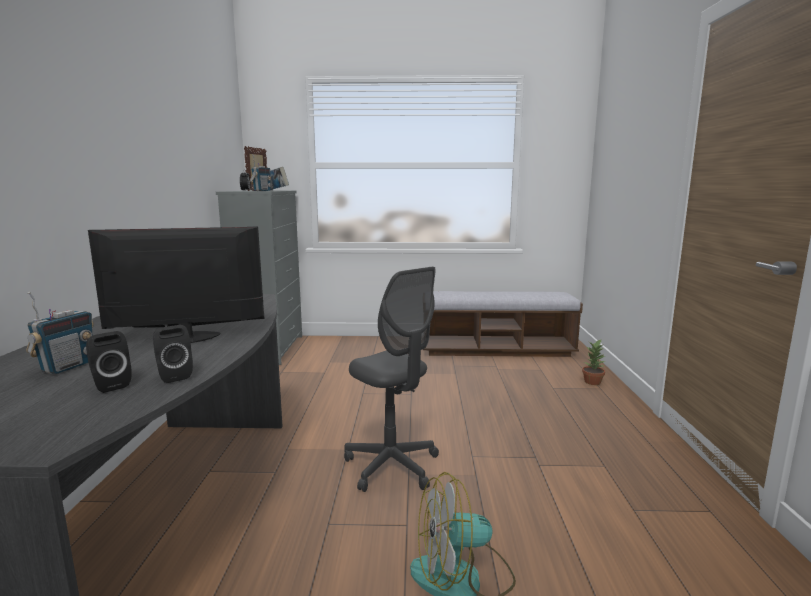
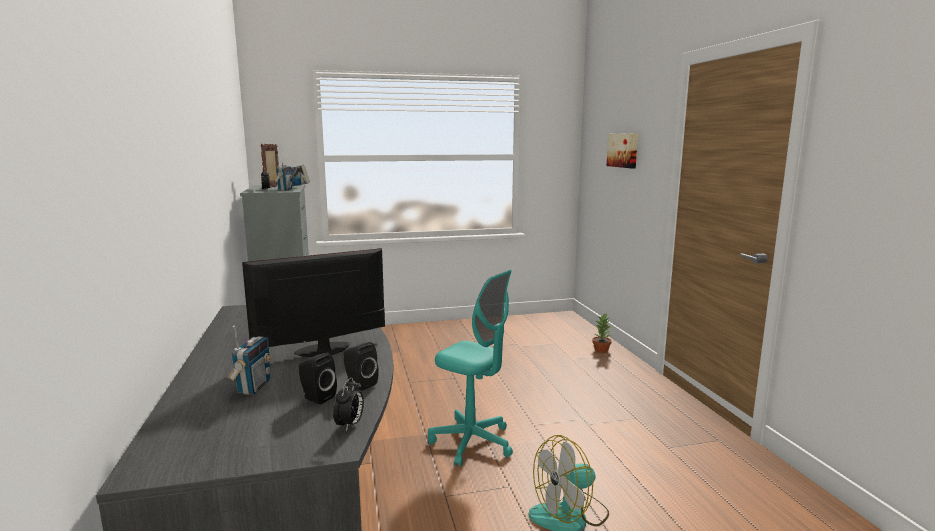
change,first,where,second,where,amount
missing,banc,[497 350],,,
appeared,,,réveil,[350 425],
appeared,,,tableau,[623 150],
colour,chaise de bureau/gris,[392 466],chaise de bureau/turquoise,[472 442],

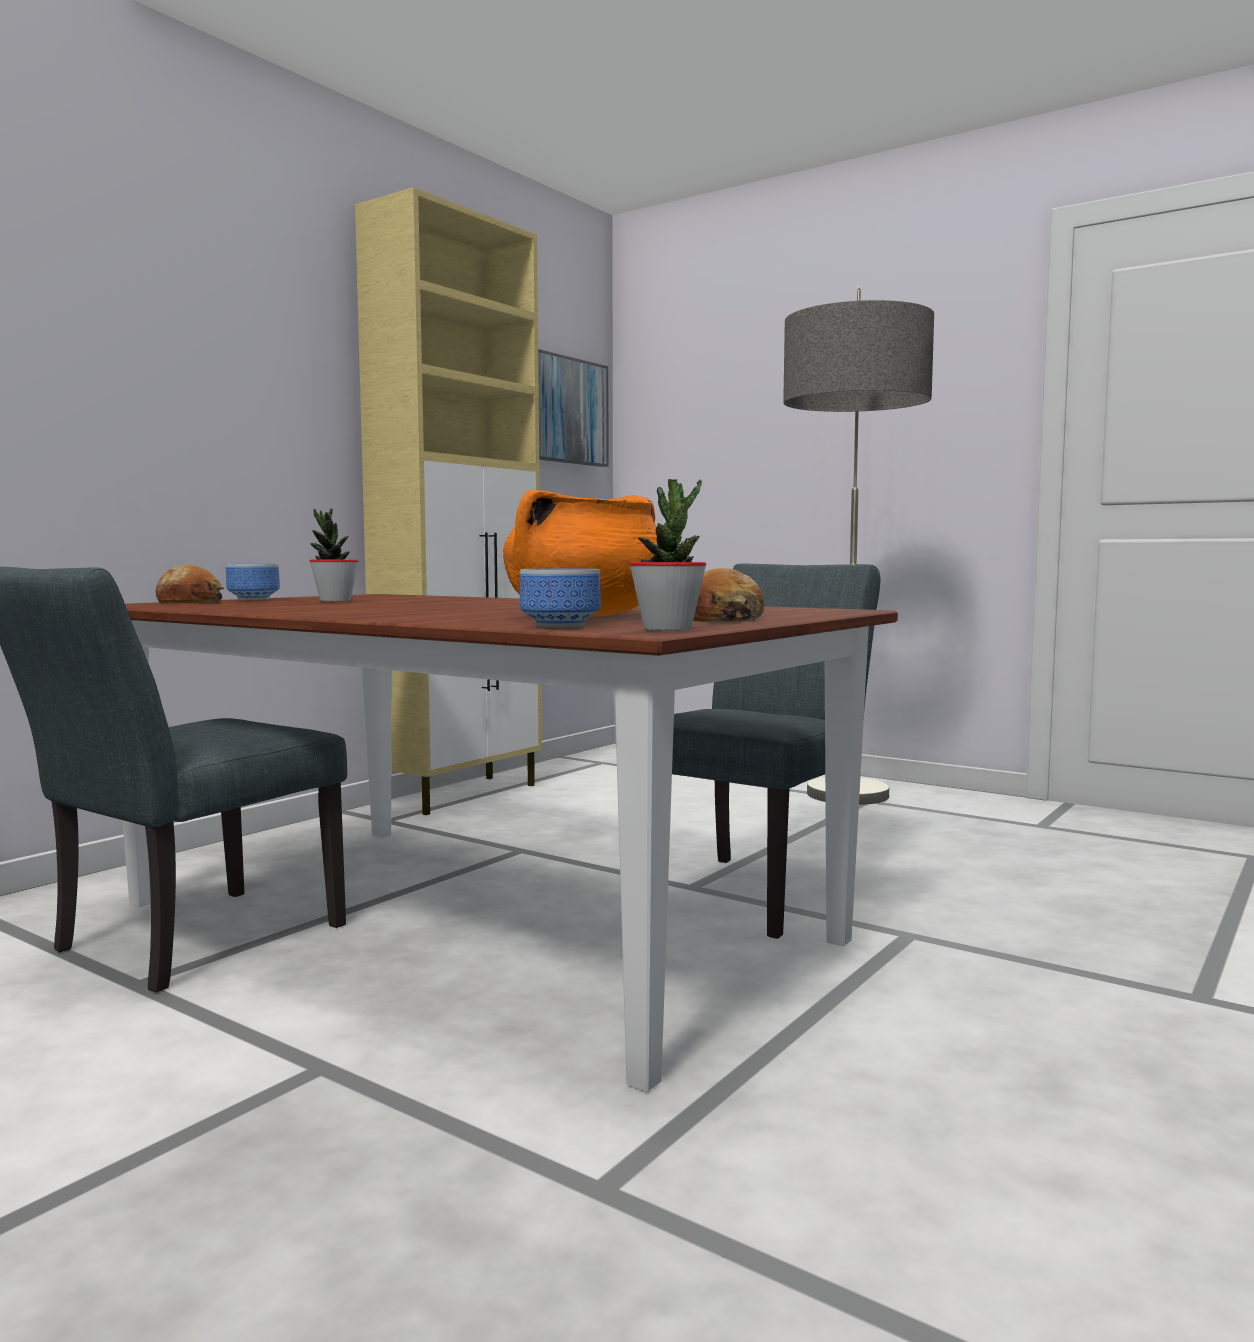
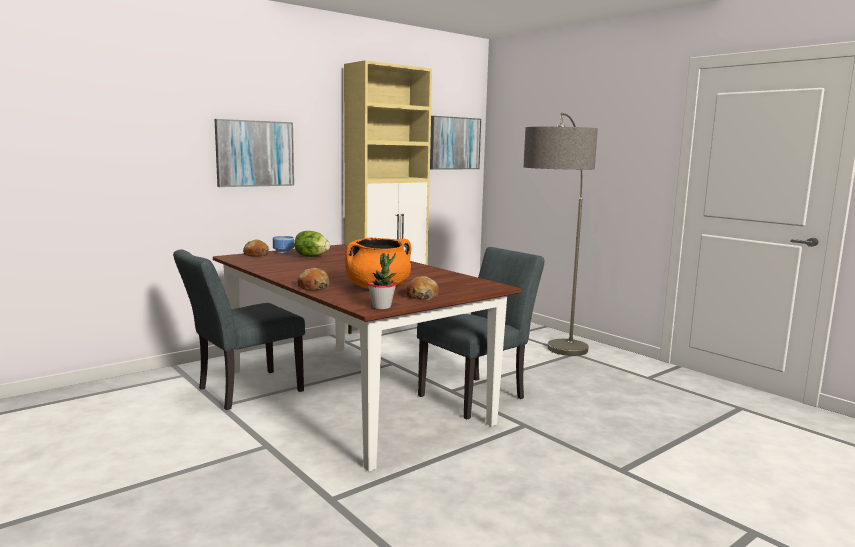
change,first,where,second,where,amount
missing,bol,[557 626],,,
appeared,,,tableau,[255 153],
appeared,,,pain,[313 287],
exchanged,plante en pot,[335 601],laitue,[311 257],

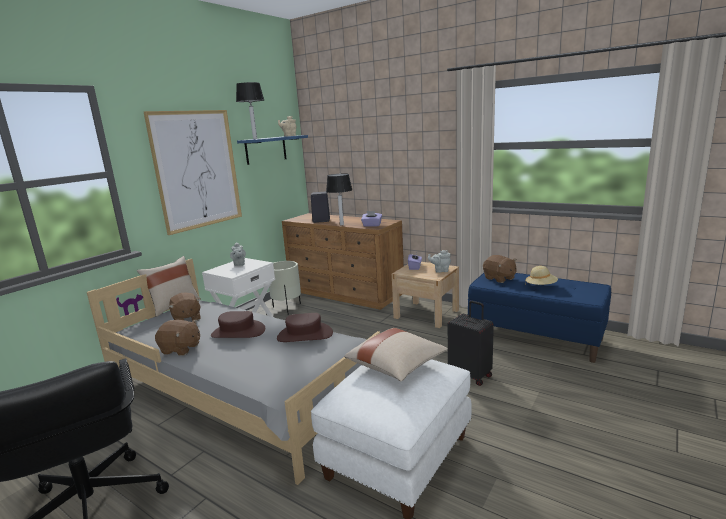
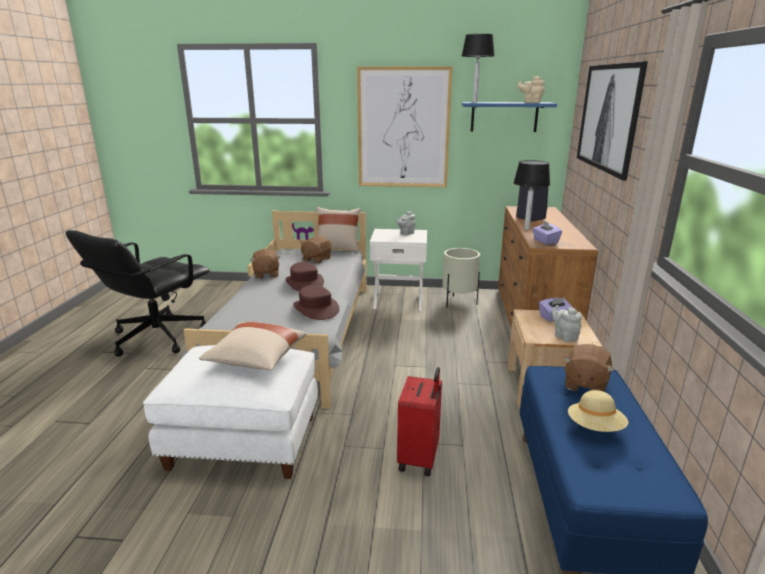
change,first,where,second,where,amount
appeared,,,tableau,[610 117],
colour,valise/noir,[471 375],valise/rouge,[420 458],

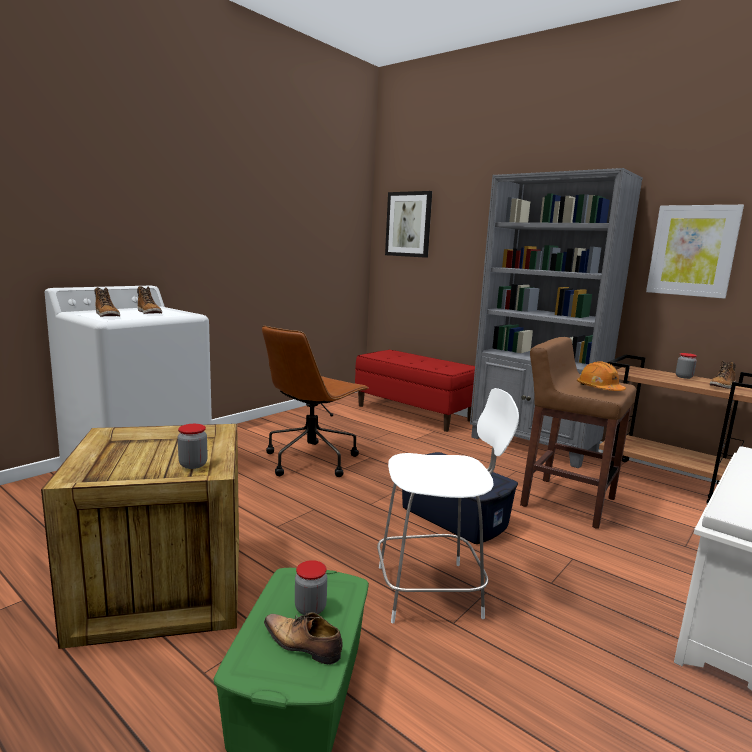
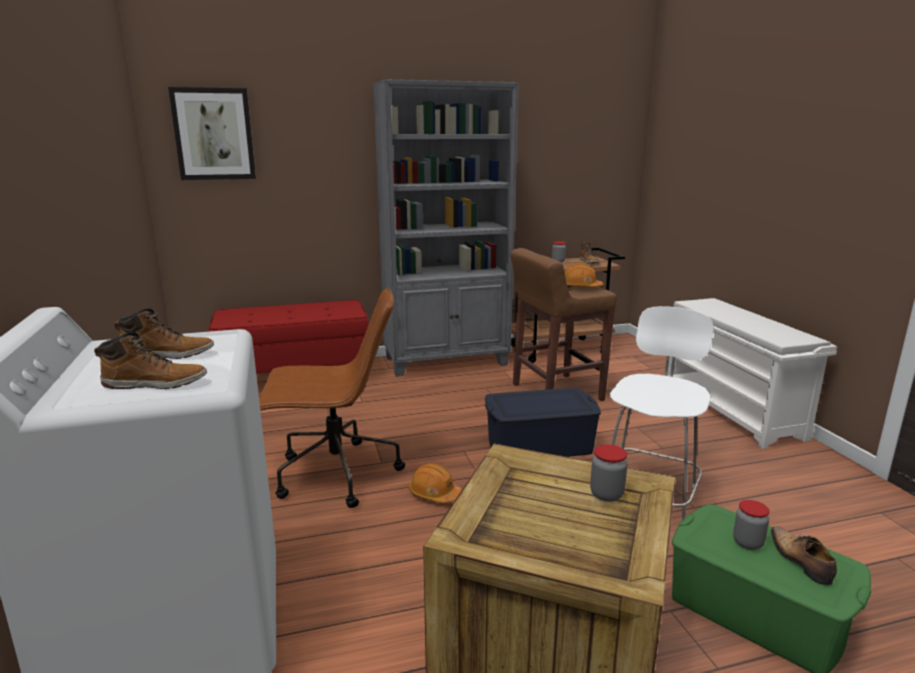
change,first,where,second,where,amount
missing,tableau,[692 251],,,
appeared,,,casque de chantier/orange,[434 494],
spun,chaise de bureau/marron,[312 459],,[335 474],75 degrees counterclockwise
spun,chaussure,[302 645],,[800 561],105 degrees clockwise

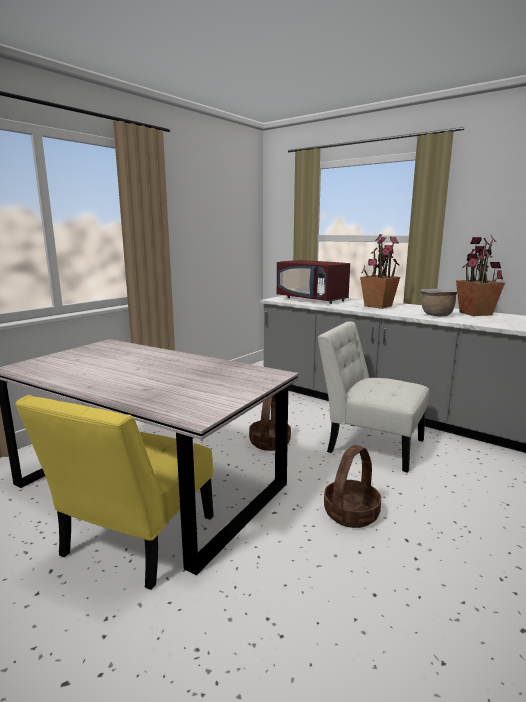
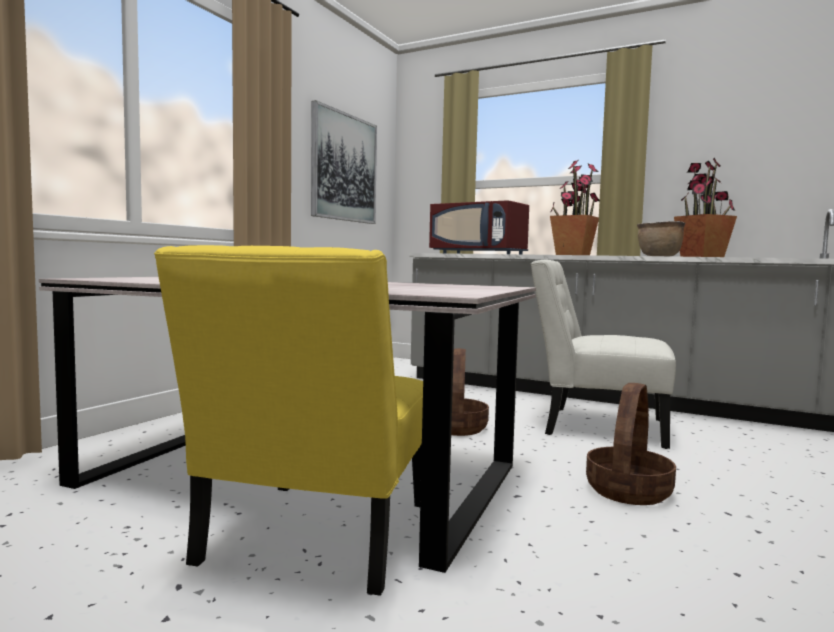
change,first,where,second,where,amount
appeared,,,tableau,[344 167],

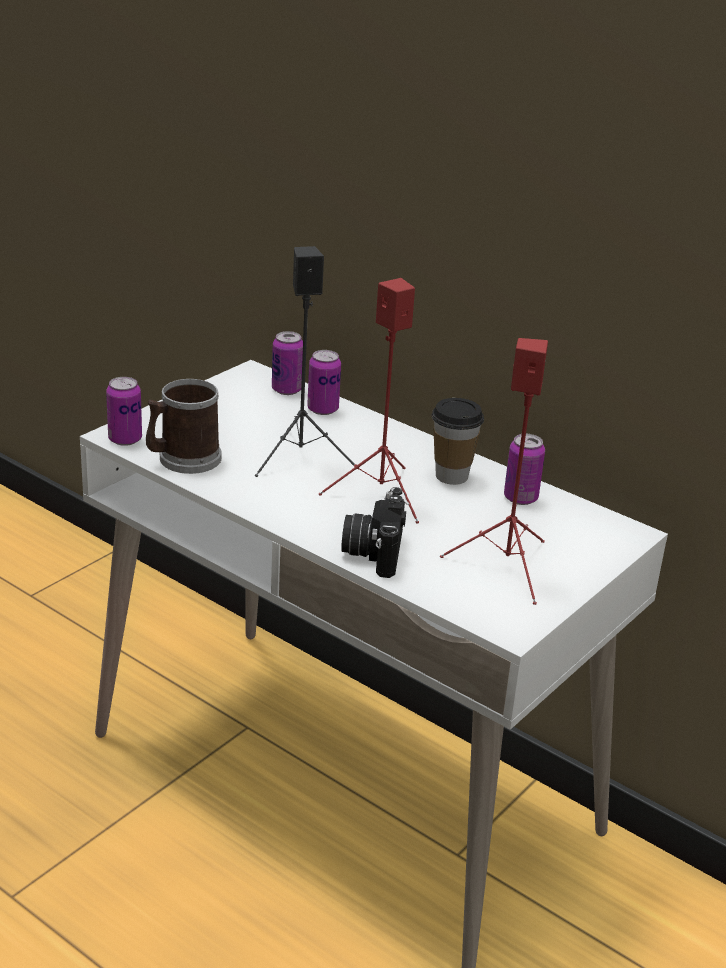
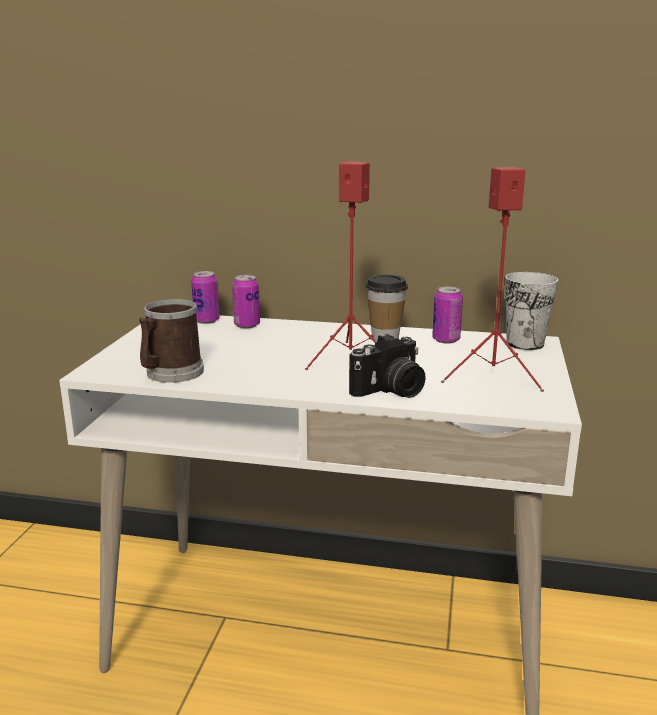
change,first,where,second,where,amount
missing,boîte métallique,[125 439],,,
missing,enceinte/noir,[302 457],,,
appeared,,,tasse,[525 343],
spun,appareil photo,[373 551],,[391 391],105 degrees counterclockwise

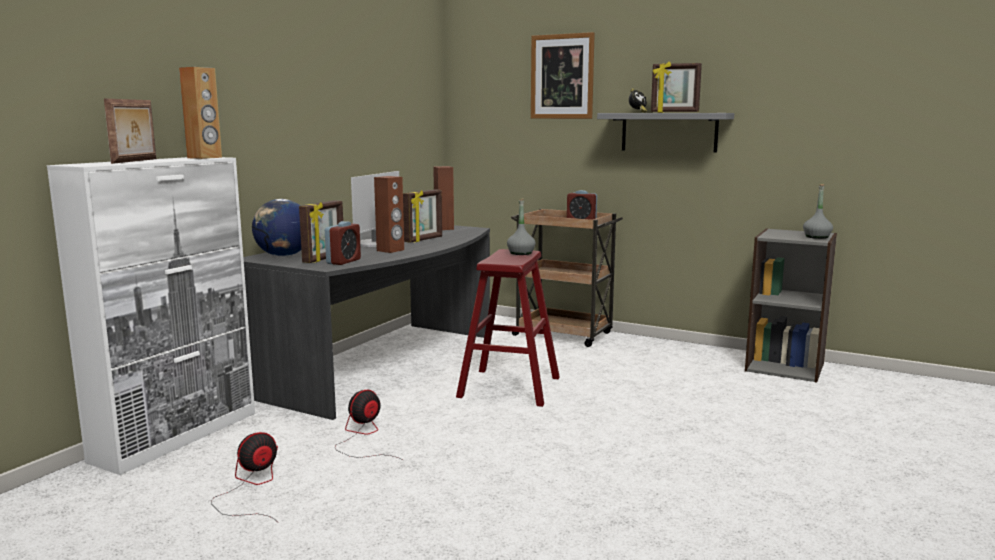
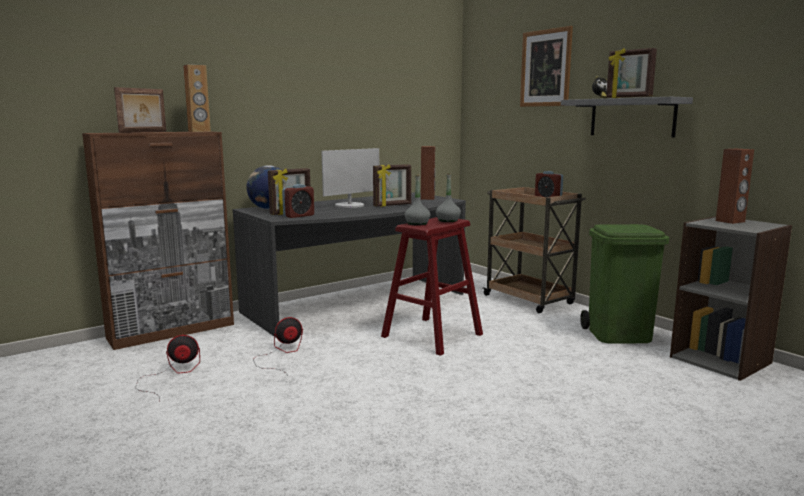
change,first,where,second,where,amount
appeared,,,poubelle/vert,[619 335],
relocated,enceinte/marron,[390 250],,[730 221],
relocated,bouteille/gris,[817 237],,[417 223],
colour,meuble de rangement/blanc,[177 436],meuble de rangement/marron,[172 331],

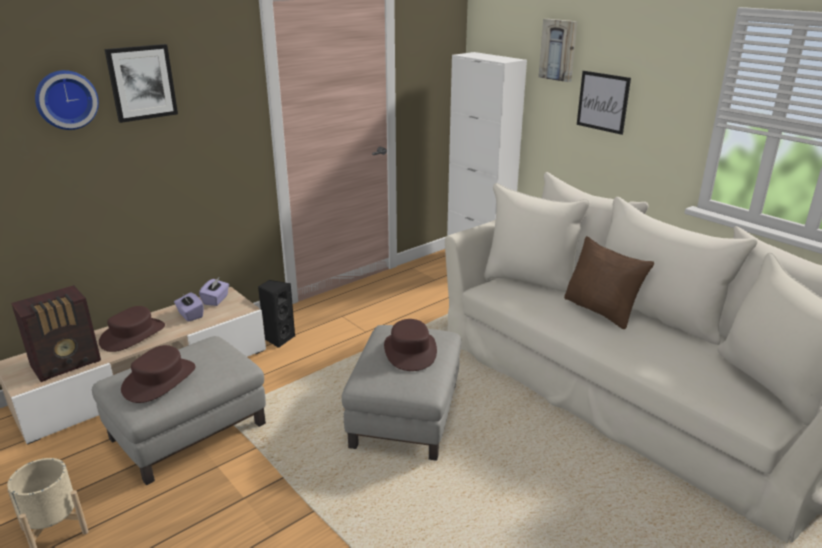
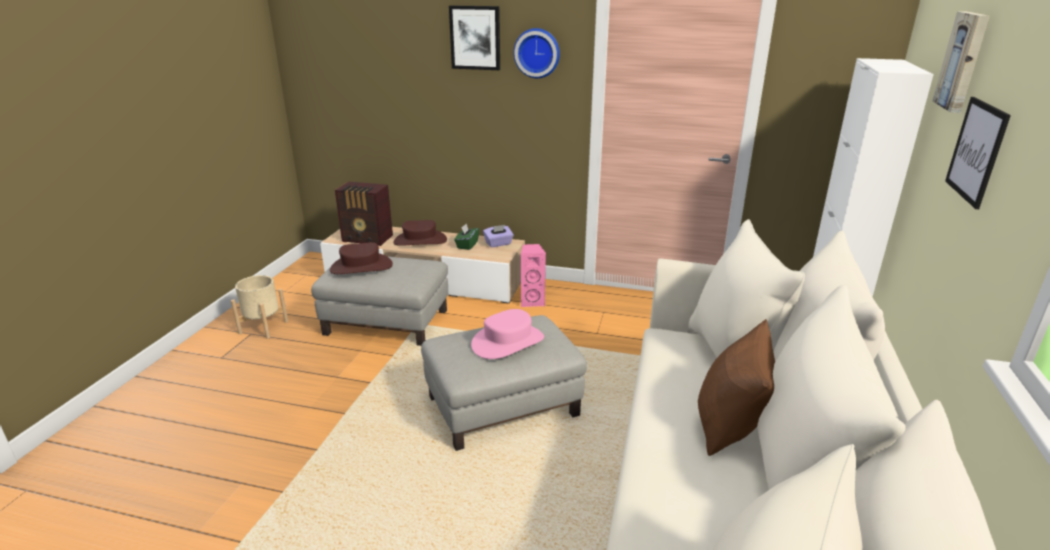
change,first,where,second,where,amount
relocated,horloge murale,[66 99],,[537 53],
colour,boîte à mouchoirs/violet,[190 315],boîte à mouchoirs/vert,[467 245],
colour,enceinte/noir,[278 339],enceinte/rose,[532 301],
colour,chapeau/marron,[410 351],chapeau/rose,[507 342],

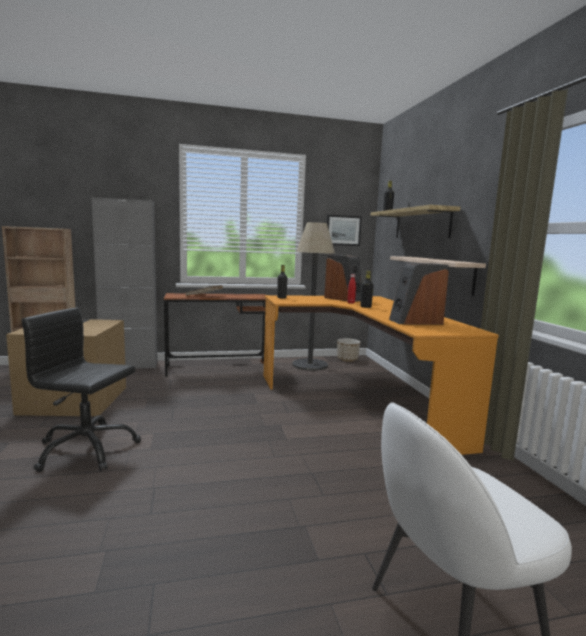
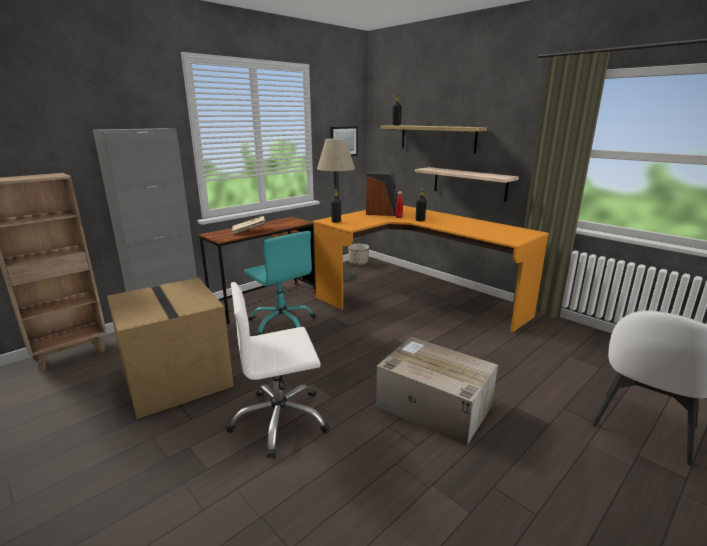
change,first,where,second,where,amount
missing,enceinte,[415 321],,,
appeared,,,chaise de bureau/turquoise,[282 323],
appeared,,,carton,[432 405],
colour,chaise de bureau/noir,[86 449],chaise de bureau/blanc,[280 420],

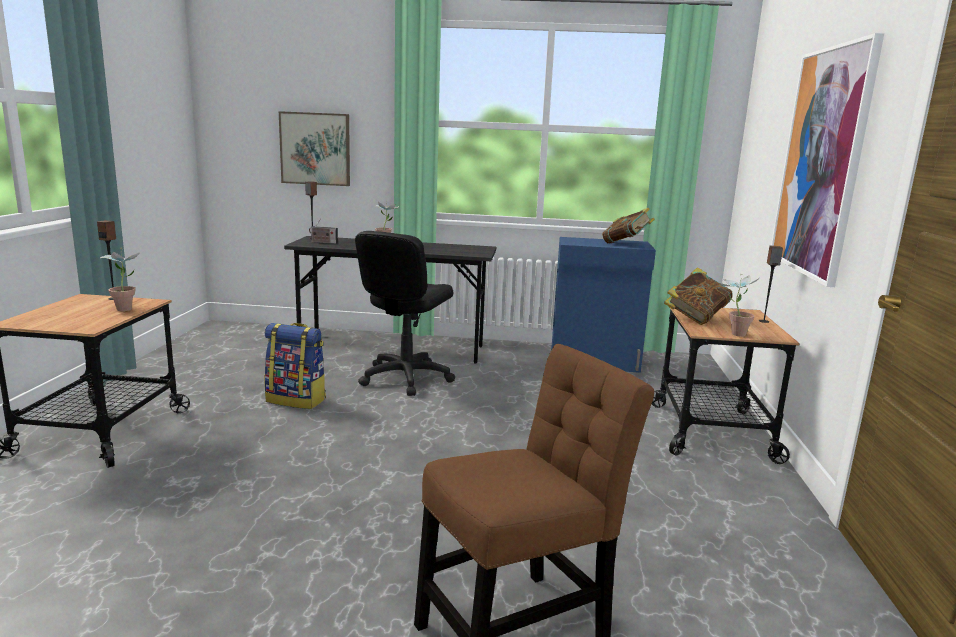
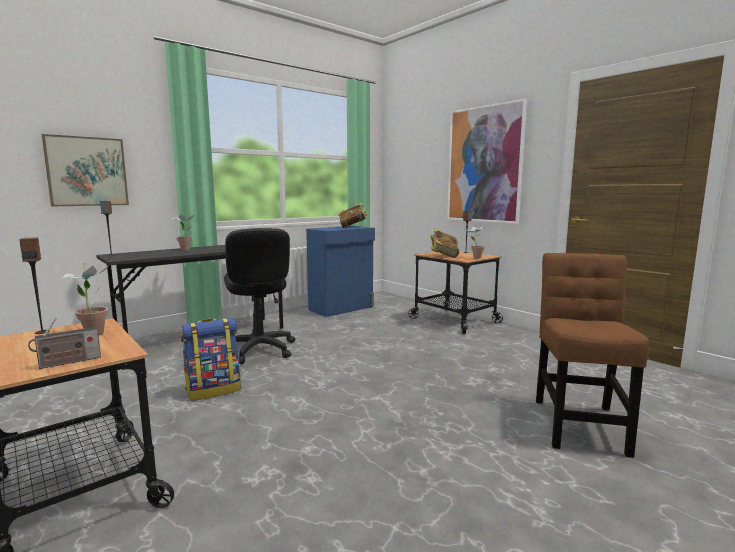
change,first,where,second,where,amount
relocated,radio,[323 242],,[67 362],

